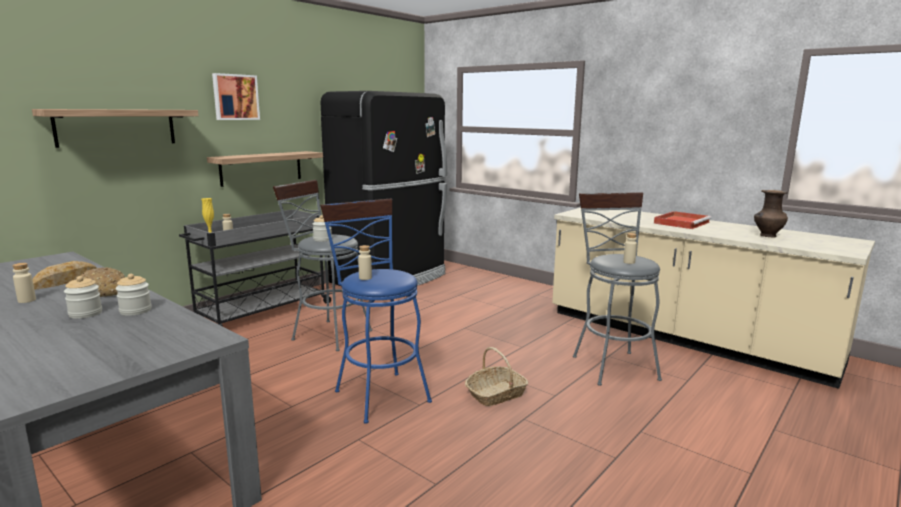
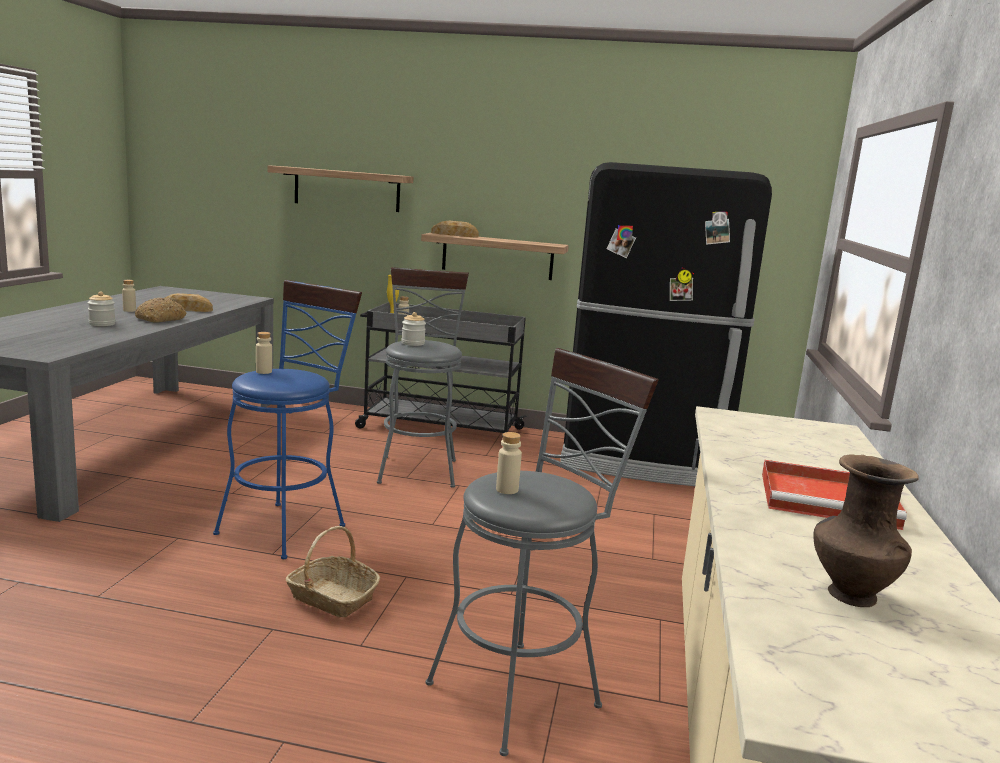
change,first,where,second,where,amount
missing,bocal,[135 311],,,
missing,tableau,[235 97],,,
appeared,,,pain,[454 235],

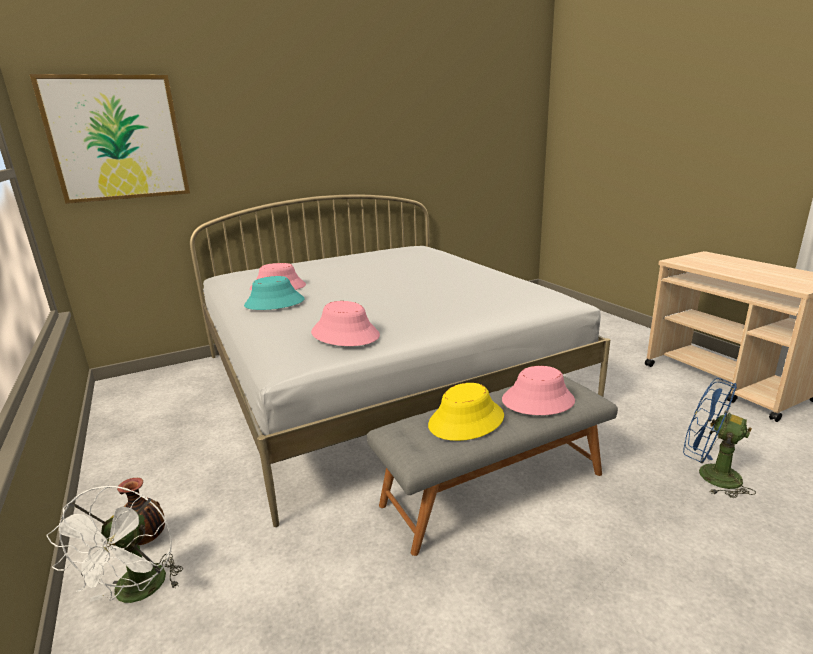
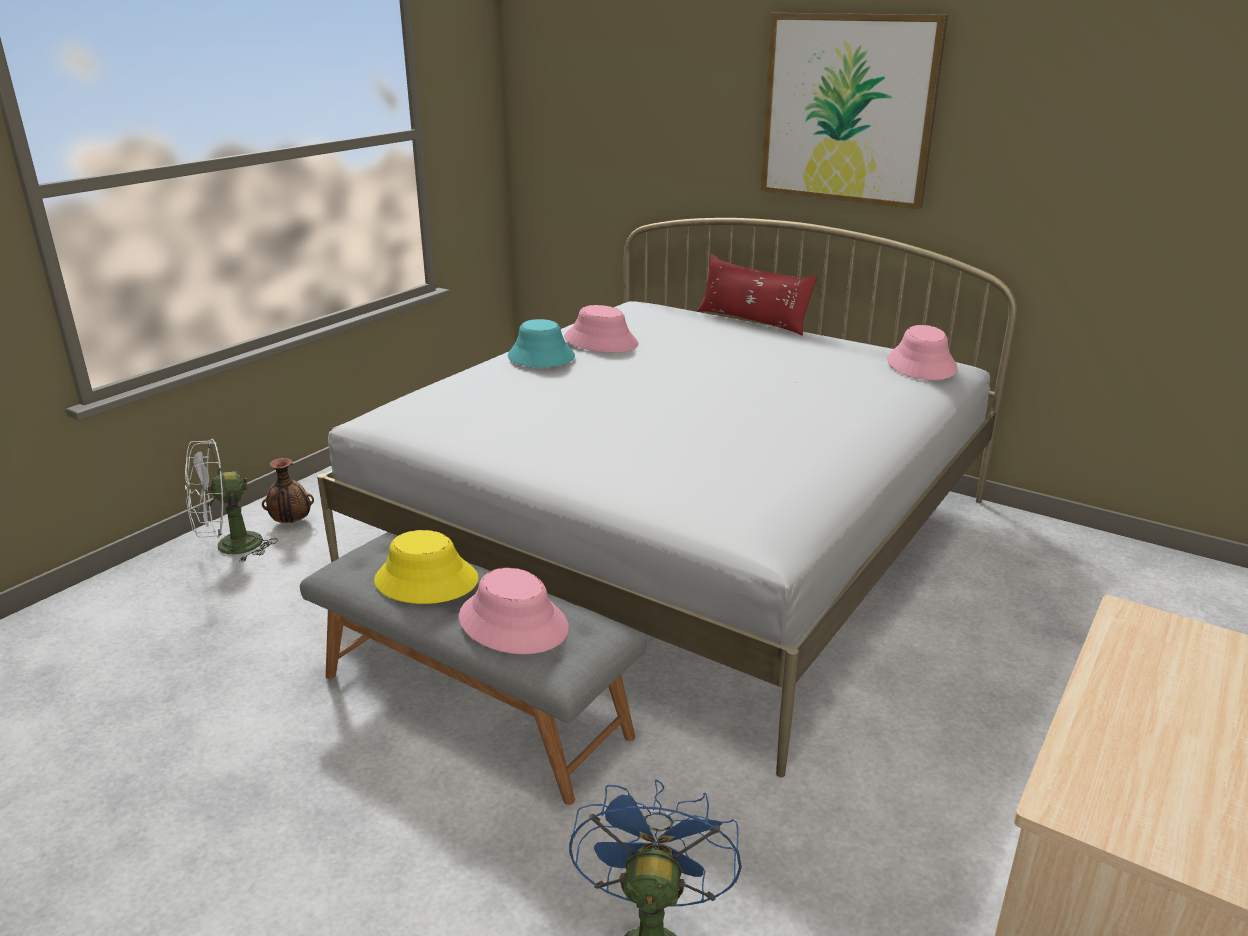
change,first,where,second,where,amount
appeared,,,coussin/rouge,[752 321],
relocated,tableau,[117 139],,[848 109],
relocated,chapeau/rose,[345 334],,[922 365],

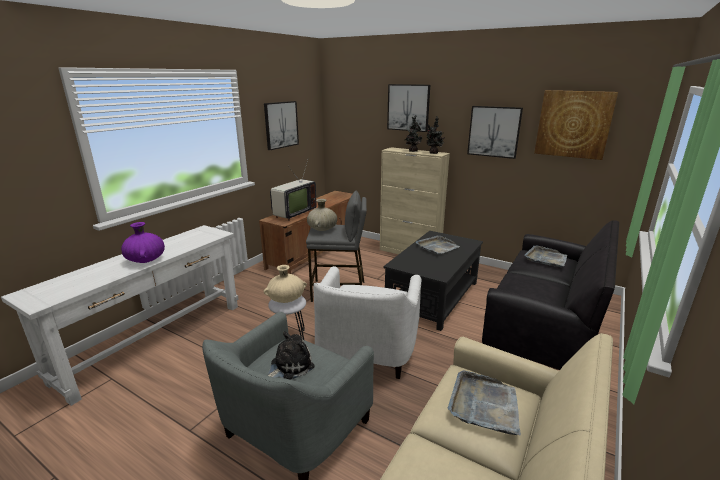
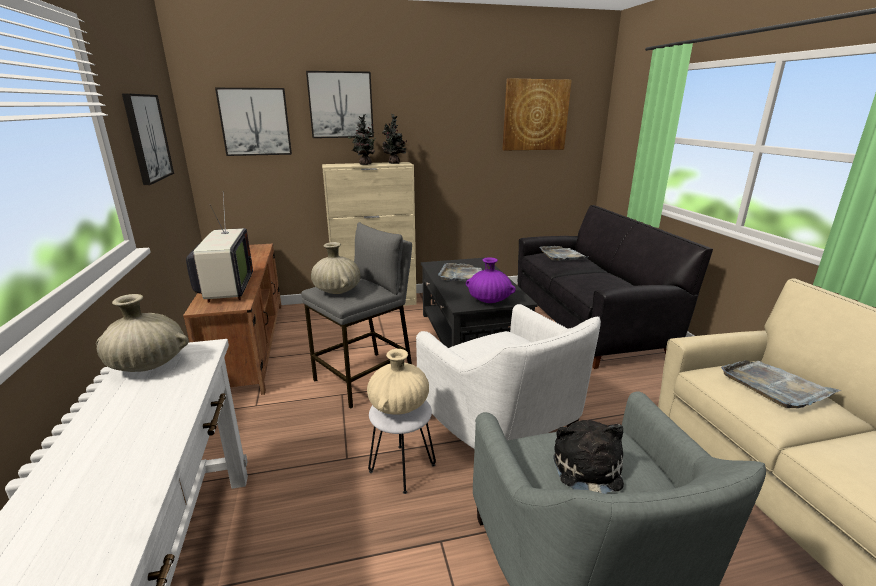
change,first,where,second,where,amount
appeared,,,vase/beige,[148 365],
relocated,vase/violet,[145 260],,[489 300],
relocated,tableau,[494 131],,[255 122],

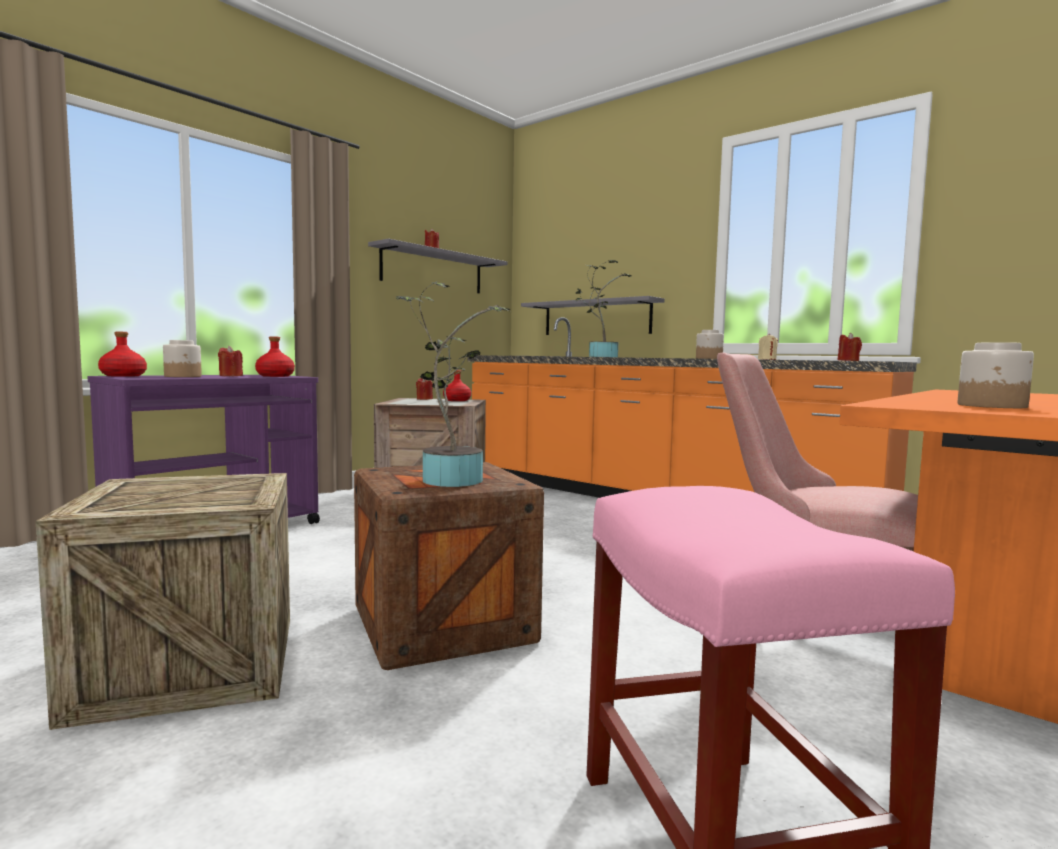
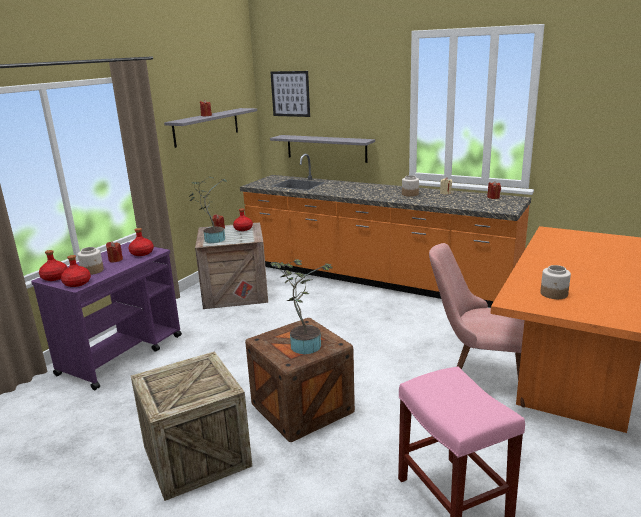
change,first,where,second,where,amount
appeared,,,bouteille/rouge,[77 283],
appeared,,,tableau,[290 94],
relocated,plante en pot,[599 357],,[212 239],

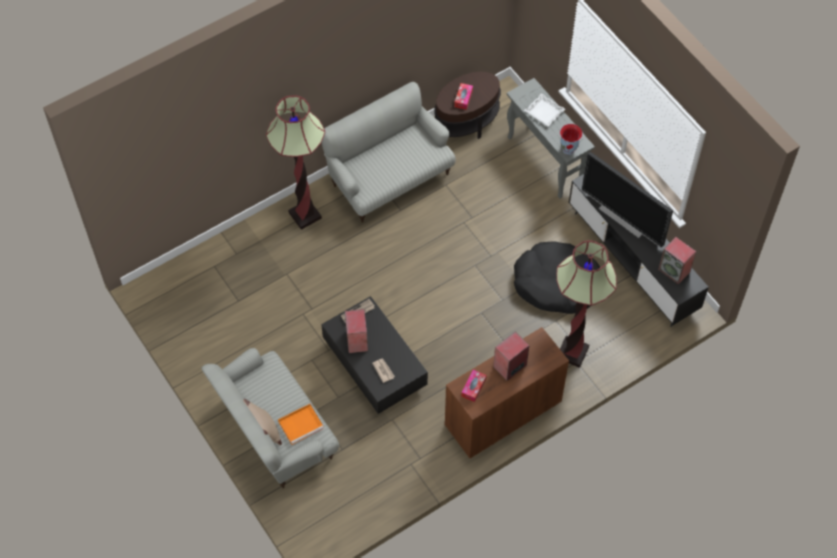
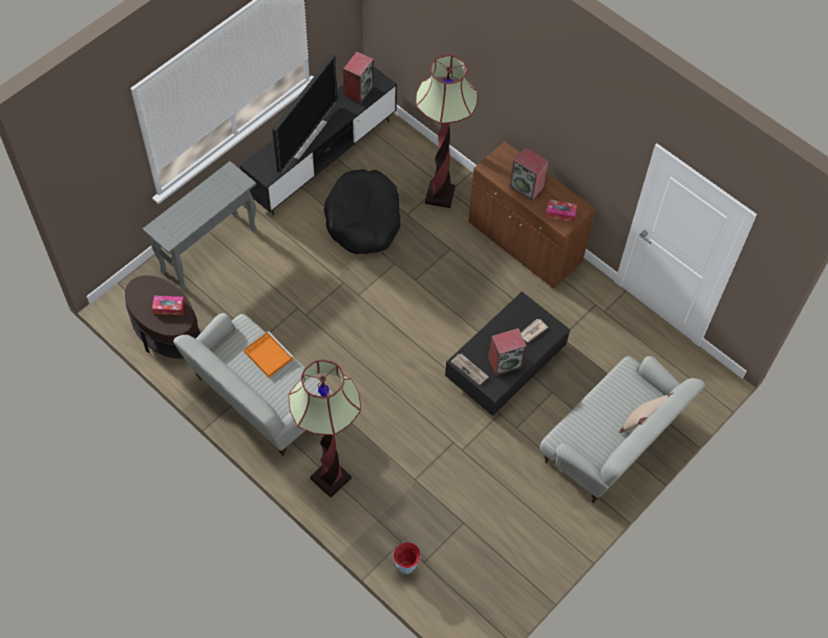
change,first,where,second,where,amount
missing,plateau/blanc,[544 112],,,
relocated,plateau/orange,[301 424],,[267 355],
relocated,vase,[569 149],,[406 566],

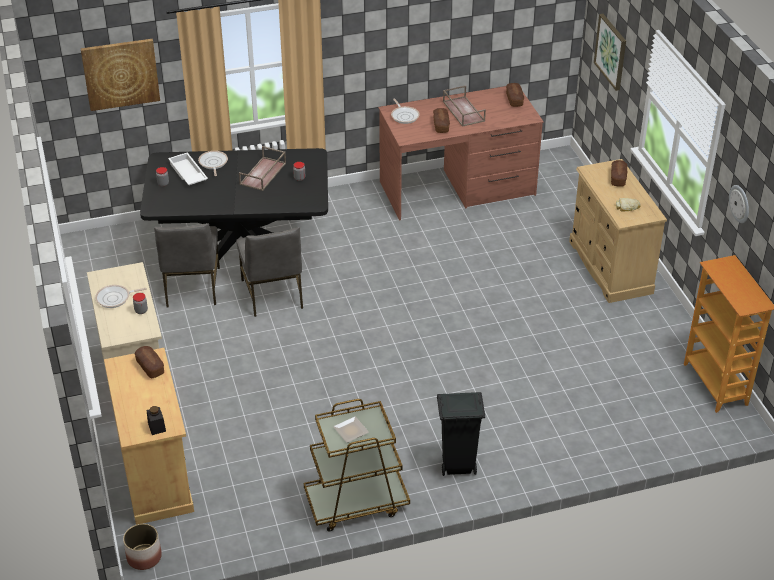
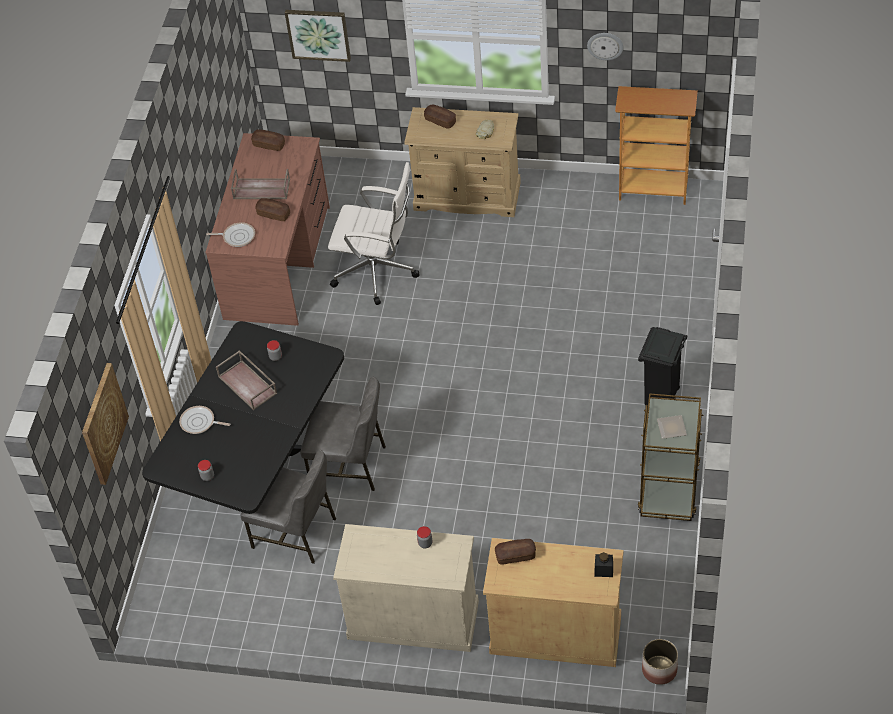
change,first,where,second,where,amount
missing,poêle,[115 298],,,
missing,plateau/blanc,[187 173],,,
appeared,,,chaise de bureau/blanc,[377 272],

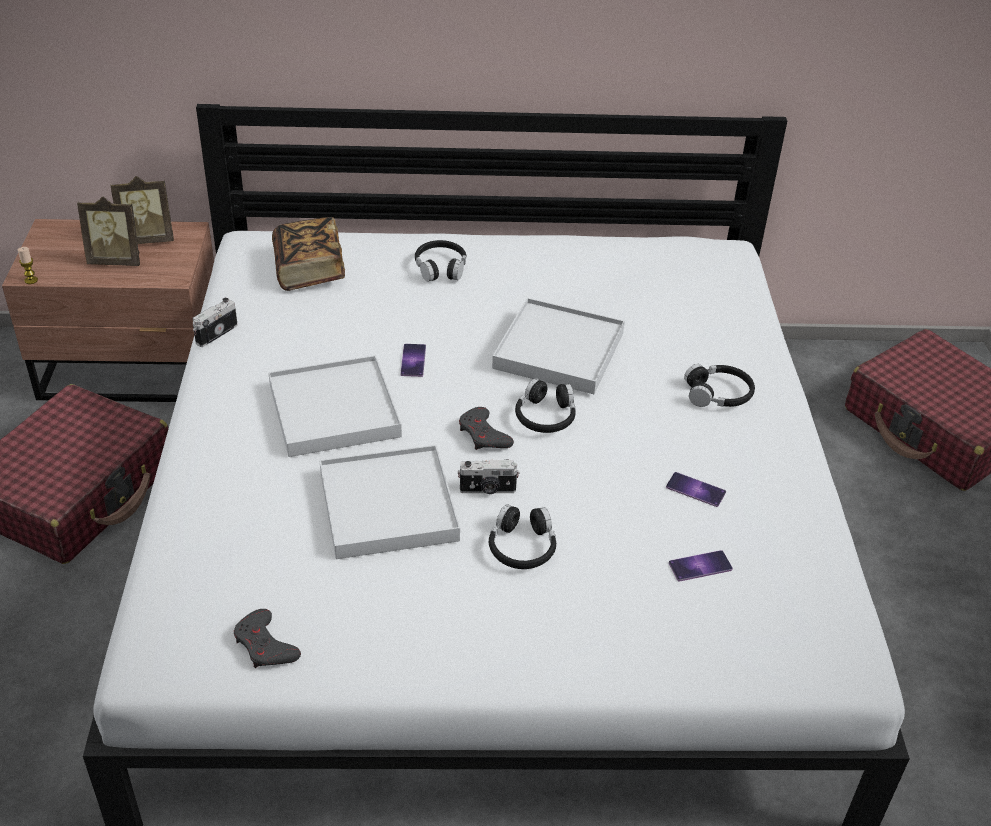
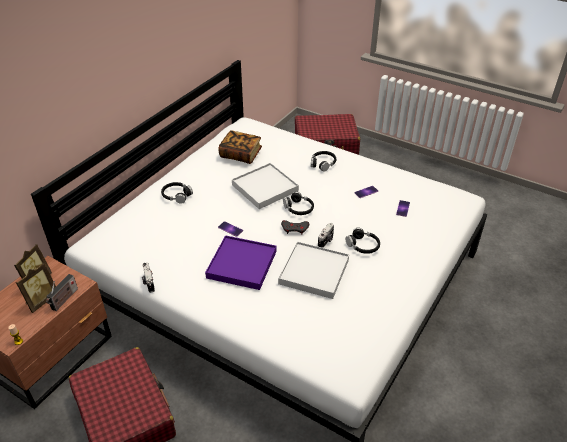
change,first,where,second,where,amount
missing,manette/gris,[265 645],,,
appeared,,,radio,[64 300],
relocated,livre,[309 270],,[240 154],
colour,plateau/blanc,[334 411],plateau/violet,[242 264],

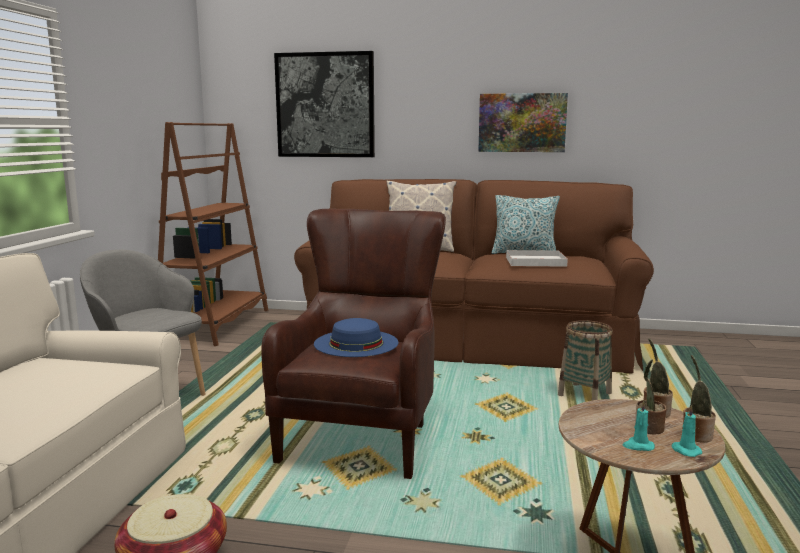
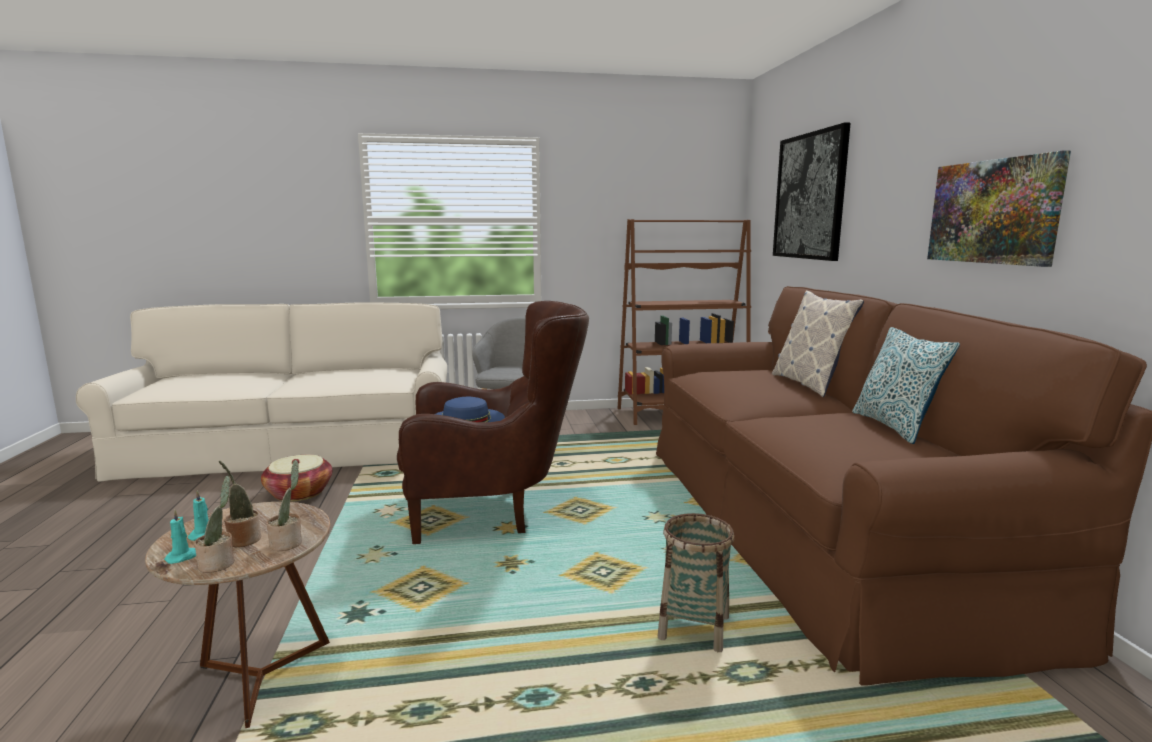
change,first,where,second,where,amount
missing,plateau/blanc,[534 261],,,

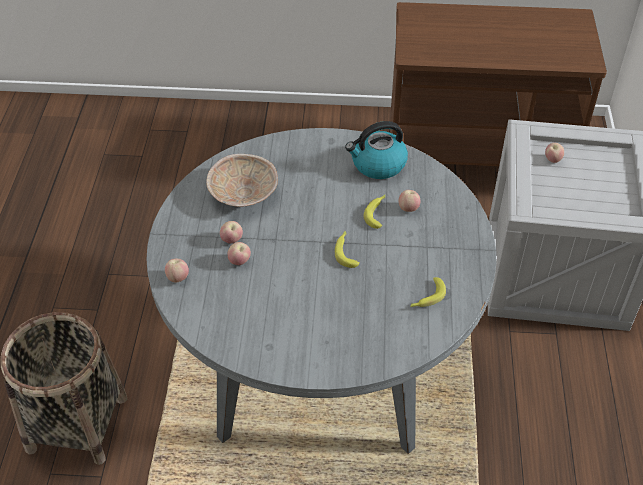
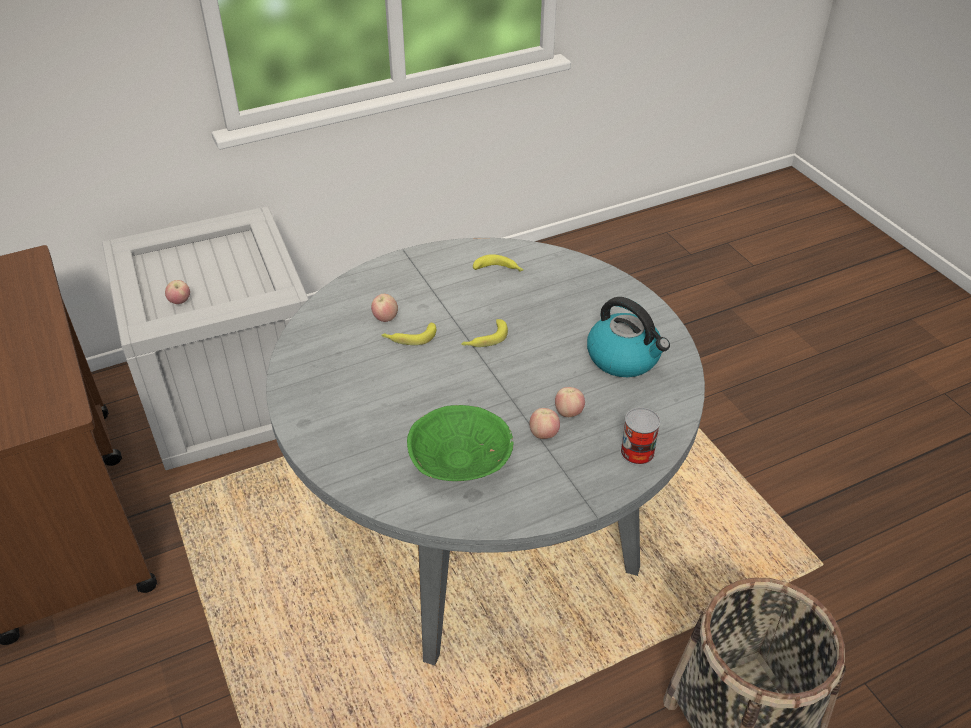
change,first,where,second,where,amount
relocated,bouilloire,[377 164],,[624 358],
exchanged,pomme,[178 278],boîte métallique,[637 452],
colour,bol/beige,[243 194],bol/vert,[461 461],

